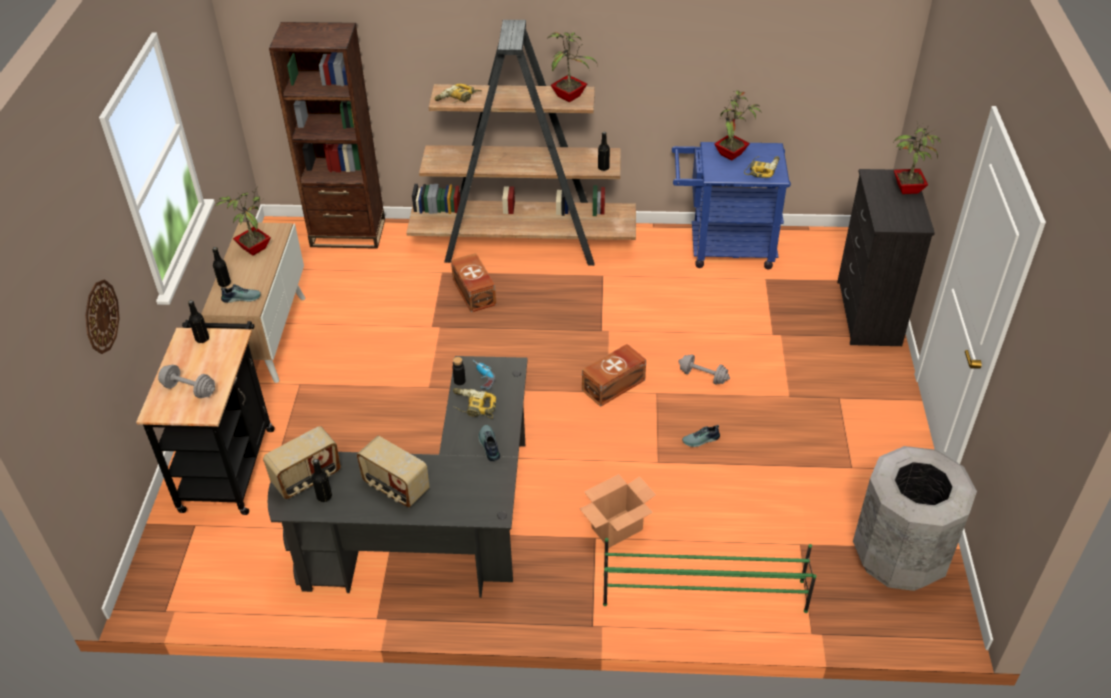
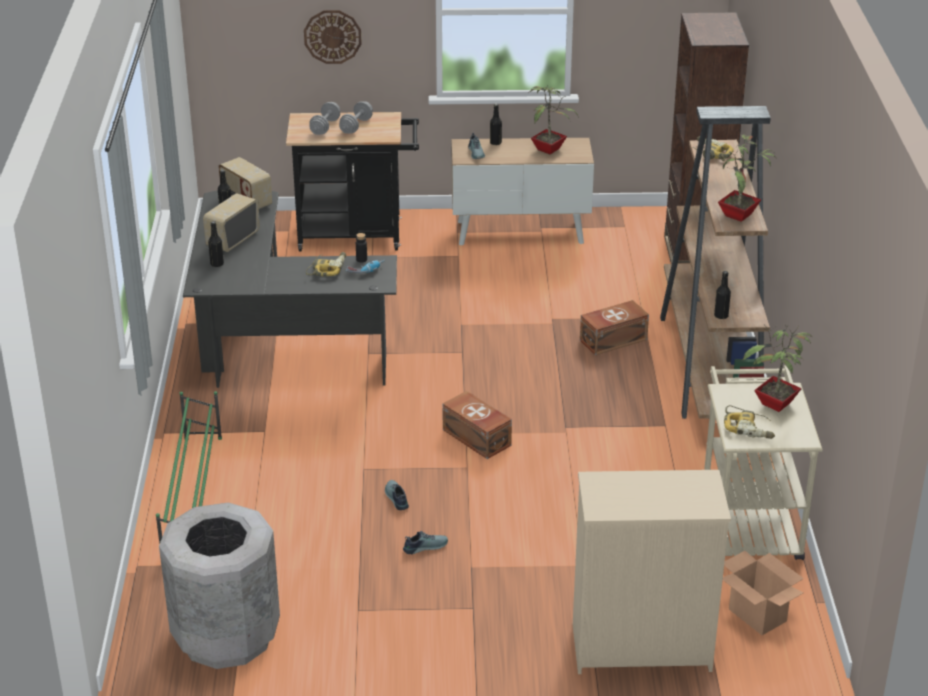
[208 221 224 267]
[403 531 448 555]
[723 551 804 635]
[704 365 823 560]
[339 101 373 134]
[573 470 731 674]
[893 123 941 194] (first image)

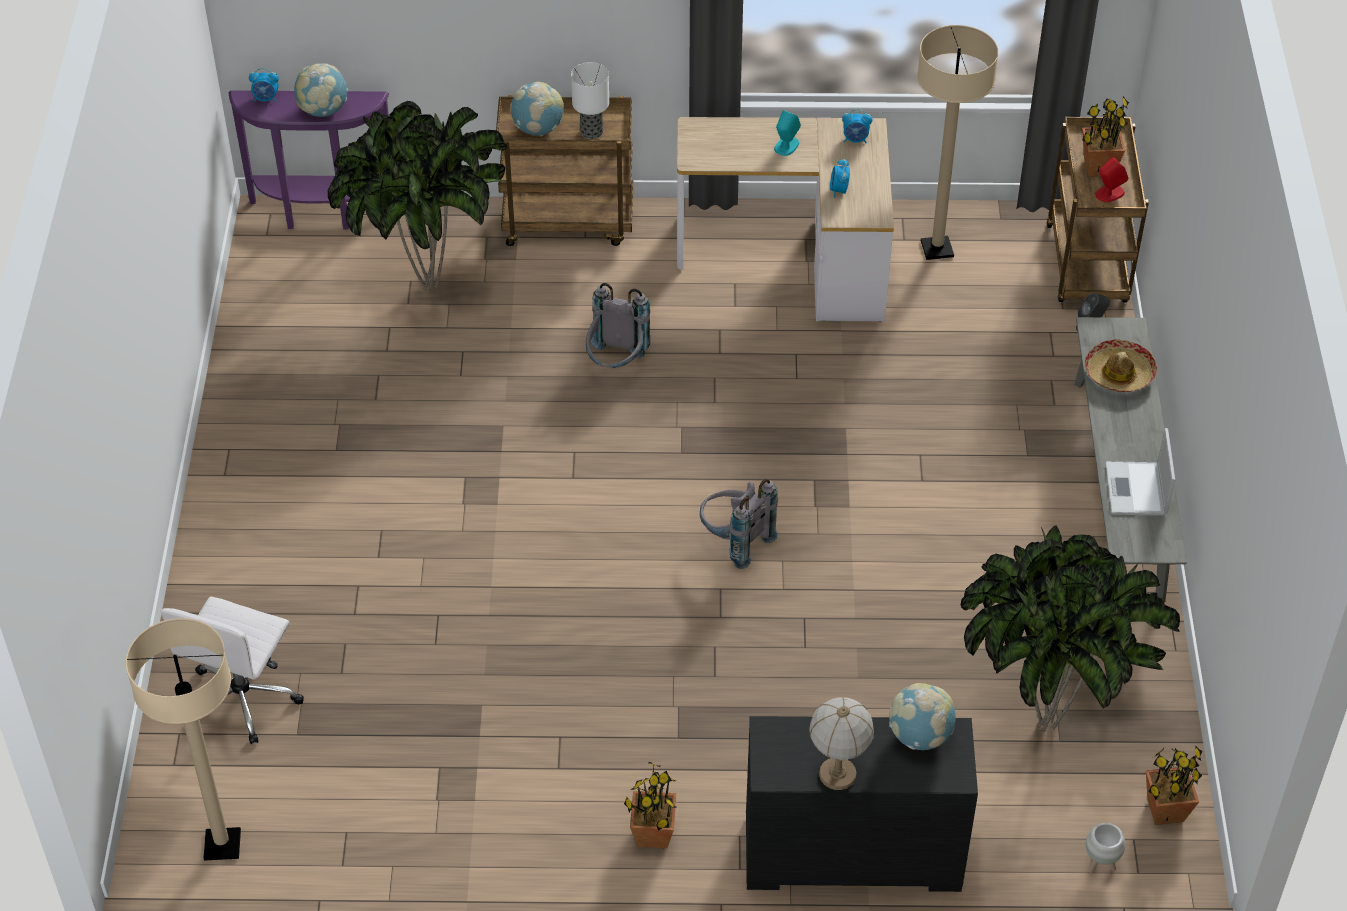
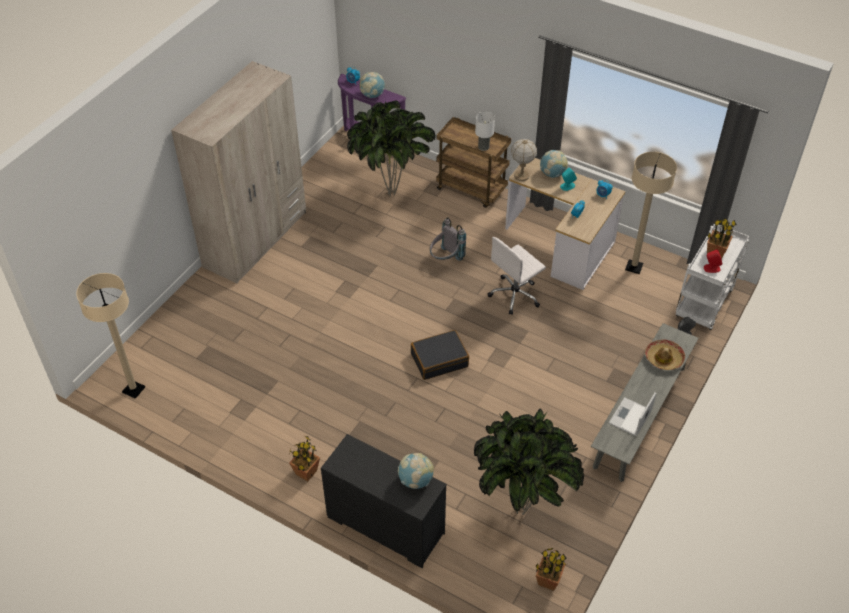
[487 237 546 315]
[540 150 568 178]
[411 330 469 380]
[511 139 537 181]
[676 224 749 330]
[1086 823 1125 873] (first image)
[171 61 306 284]

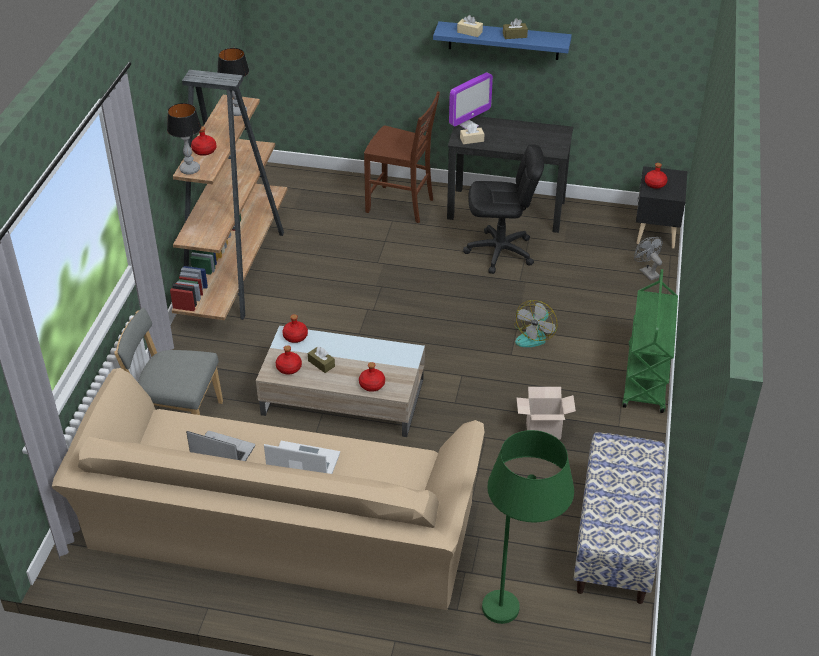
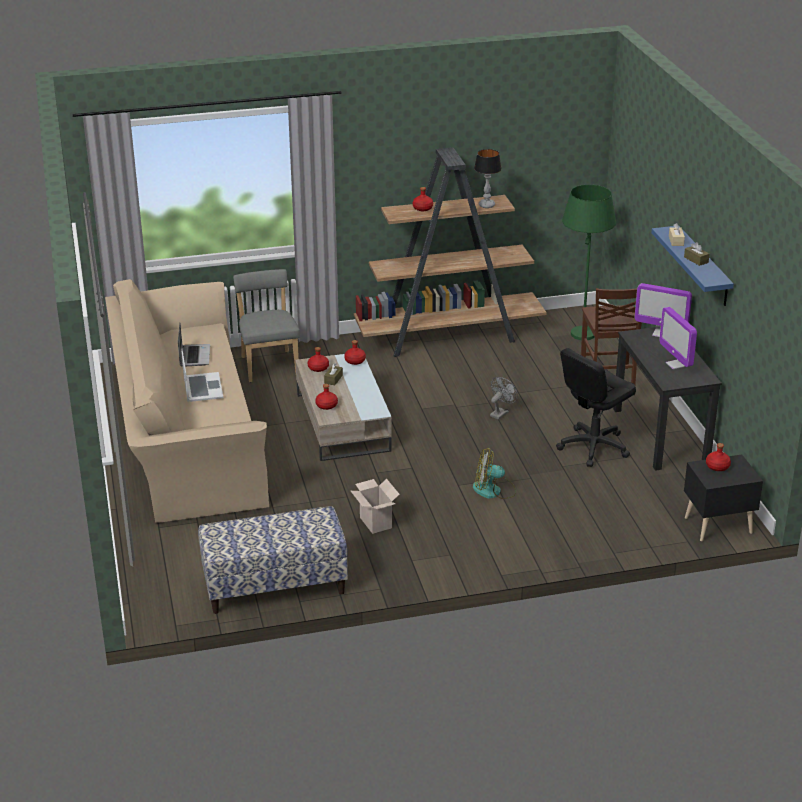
[167 103 201 175] (first image)
[460 123 484 144] (first image)
[556 348 636 467]
[562 185 616 340]
[622 269 678 413] (first image)
[490 377 518 420]
[659 307 697 369]

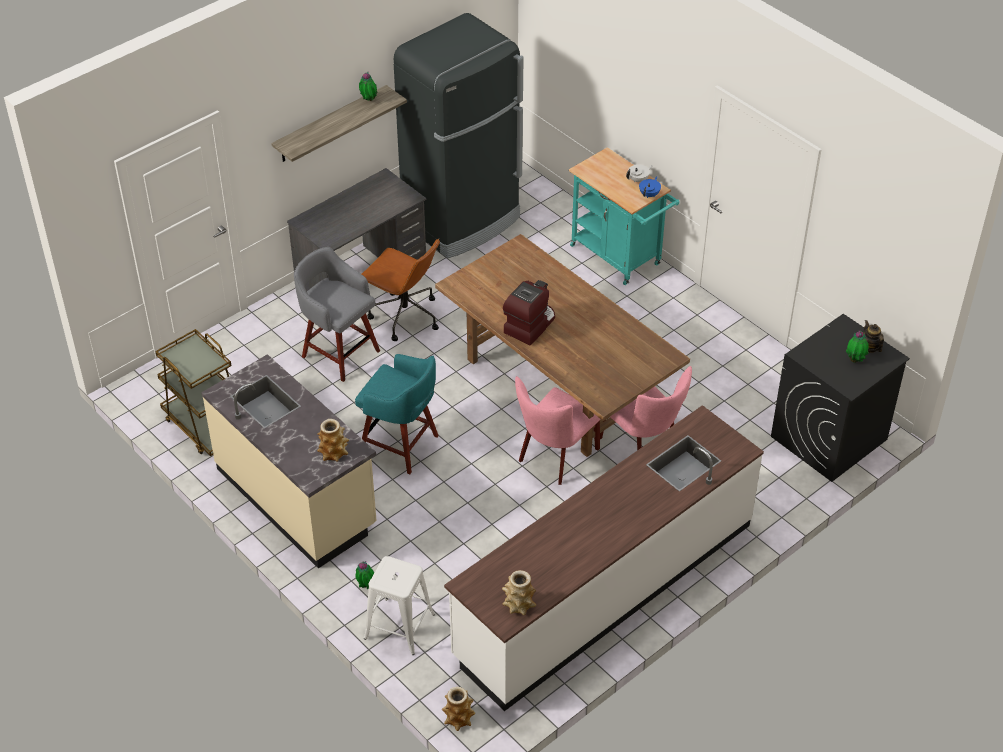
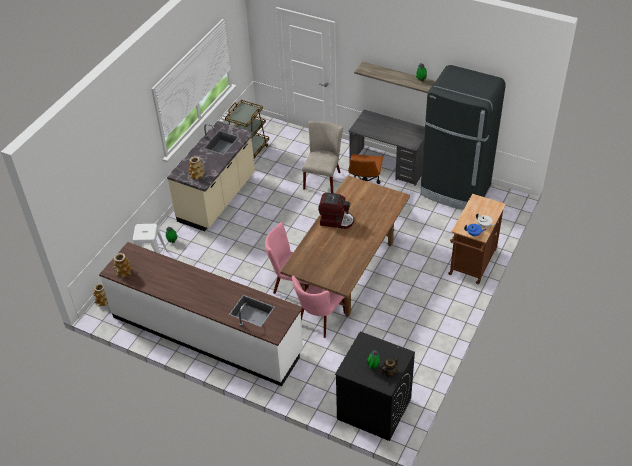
[302 121 343 193]
[355 354 439 474] (first image)
[448 194 506 284]

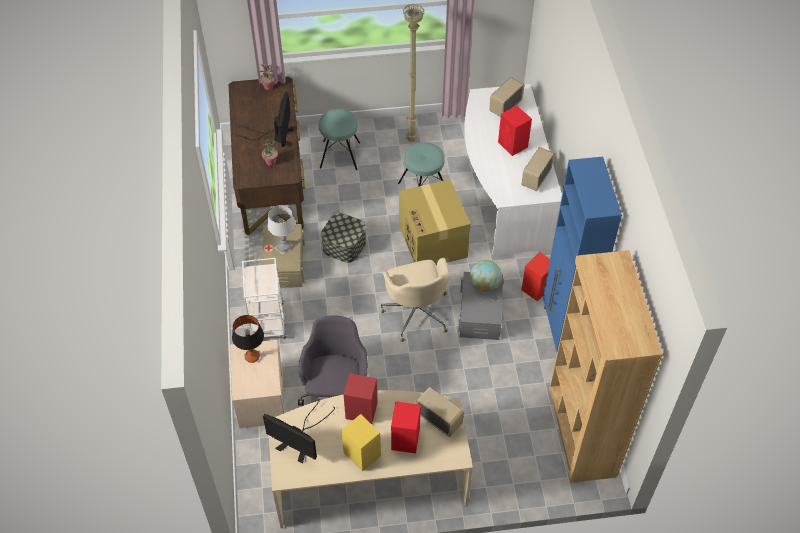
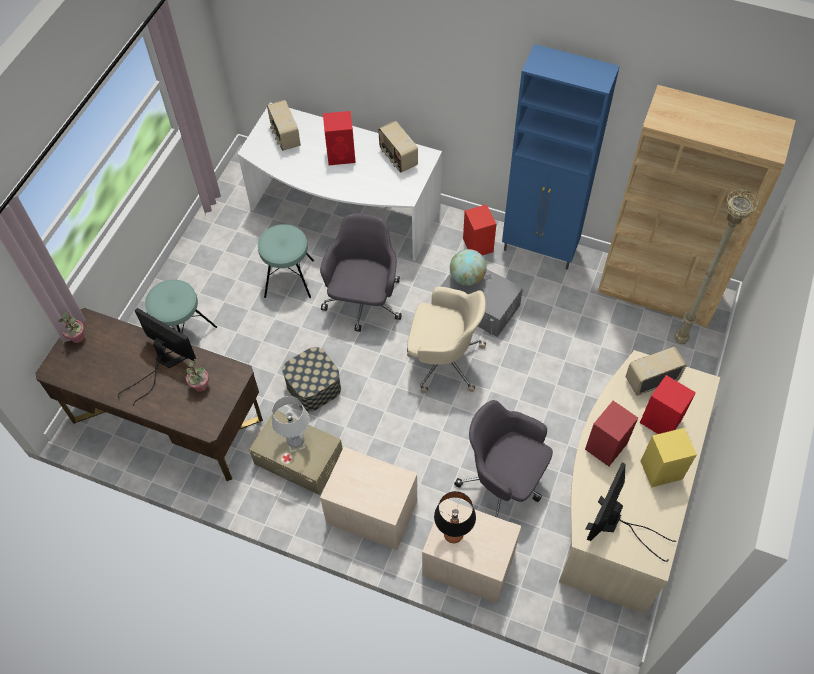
[320 447 417 550]
[586 463 676 562]
[320 213 402 332]
[674 189 758 344]

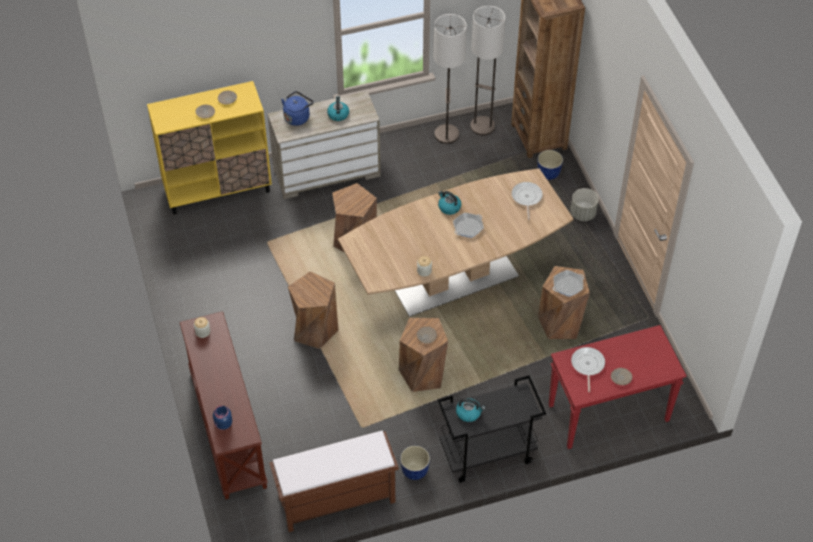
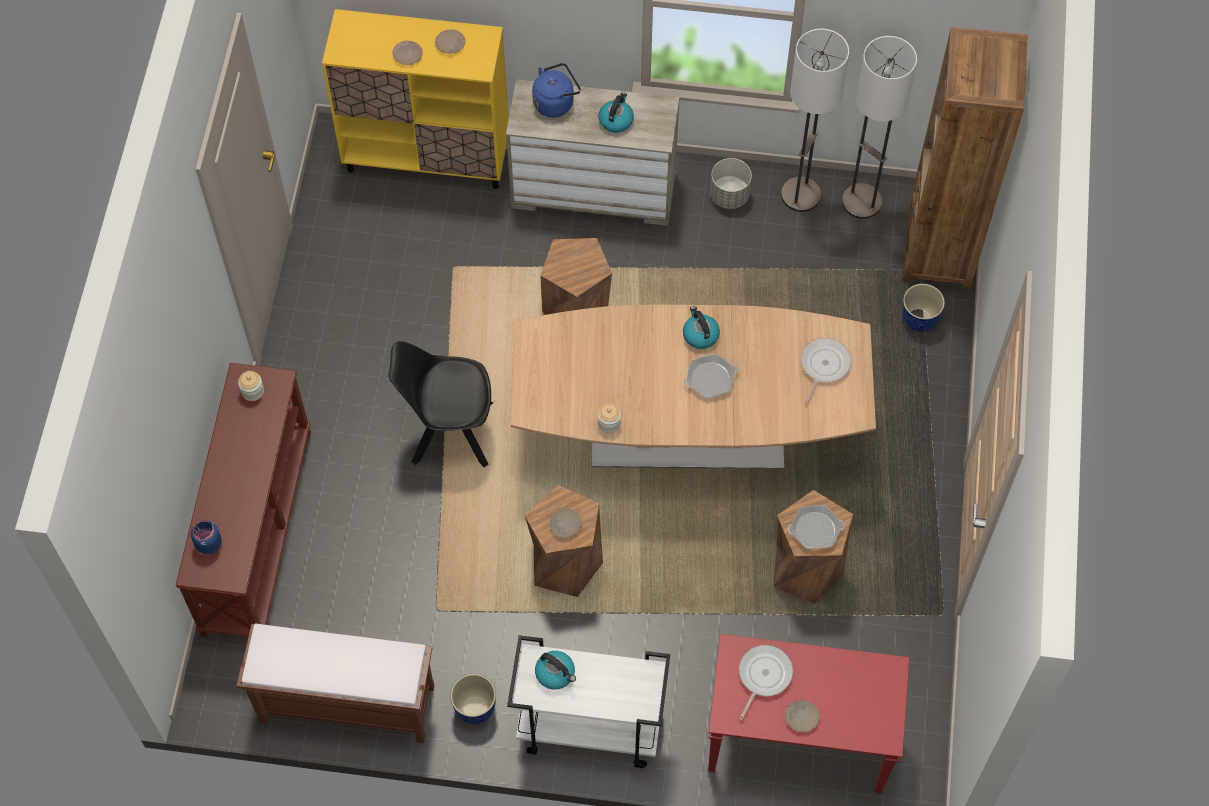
[389 341 493 467]
[507 635 670 768]
[710 158 752 209]

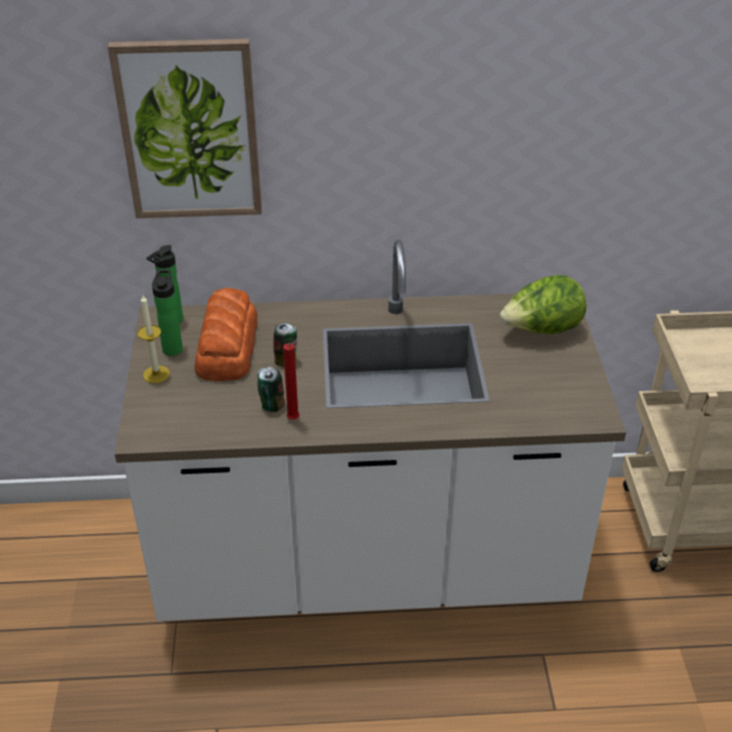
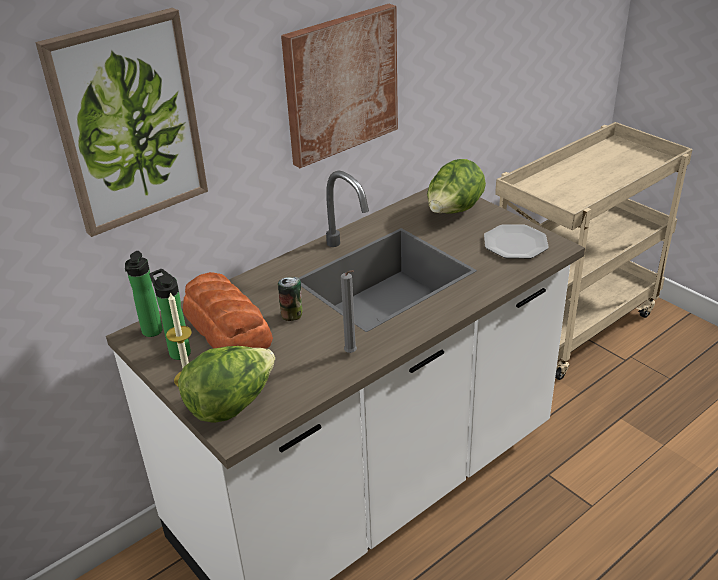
[257 367 285 412] (first image)
[341 270 357 353]
[178 346 275 423]
[281 4 398 168]
[484 225 549 259]

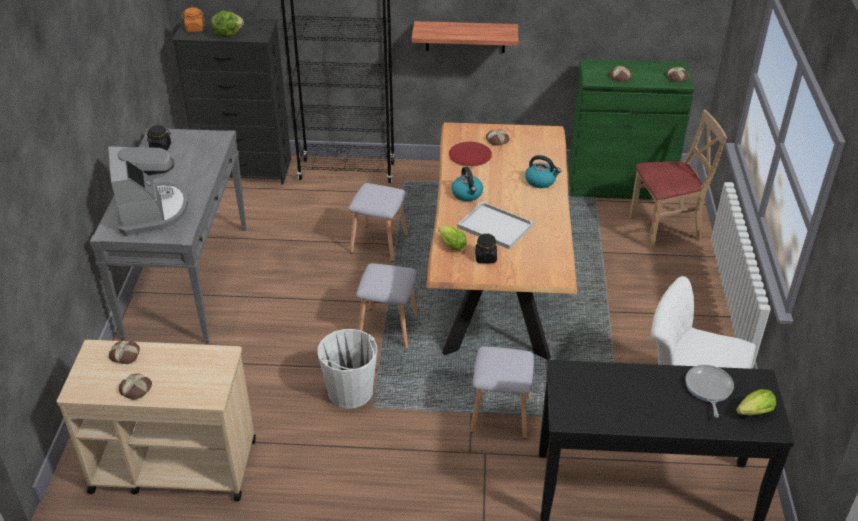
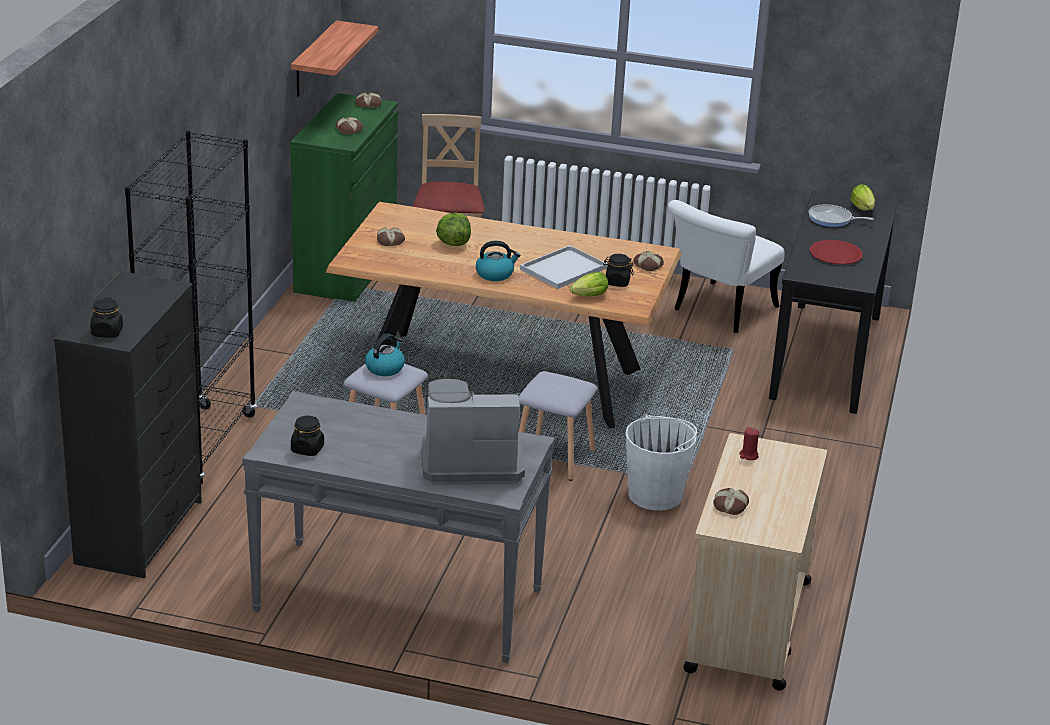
[633 251 664 271]
[90 297 123 338]
[436 213 471 246]
[291 20 378 97]
[809 240 863 264]
[470 346 534 439] (first image)
[365 334 405 376]
[739 427 759 460]

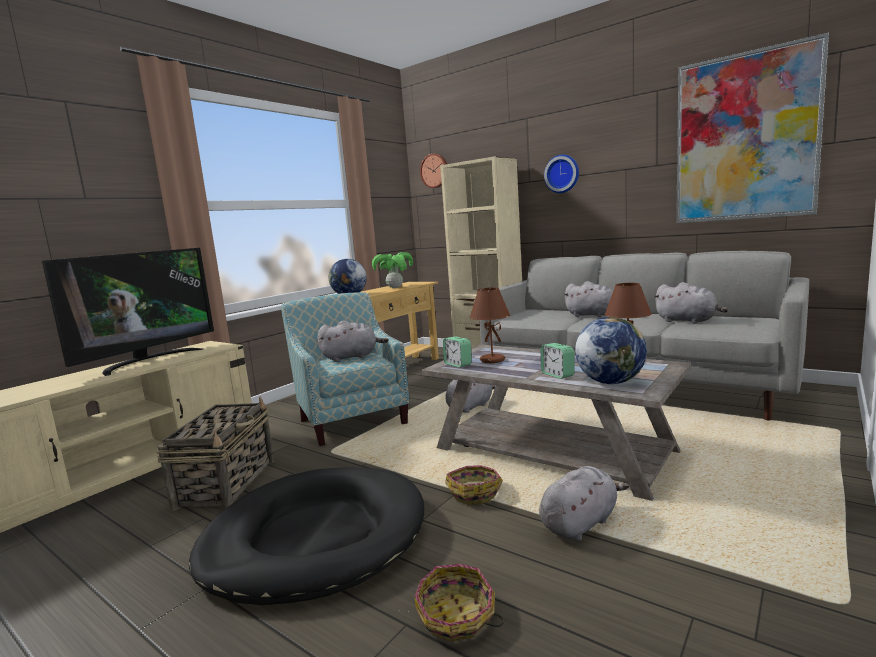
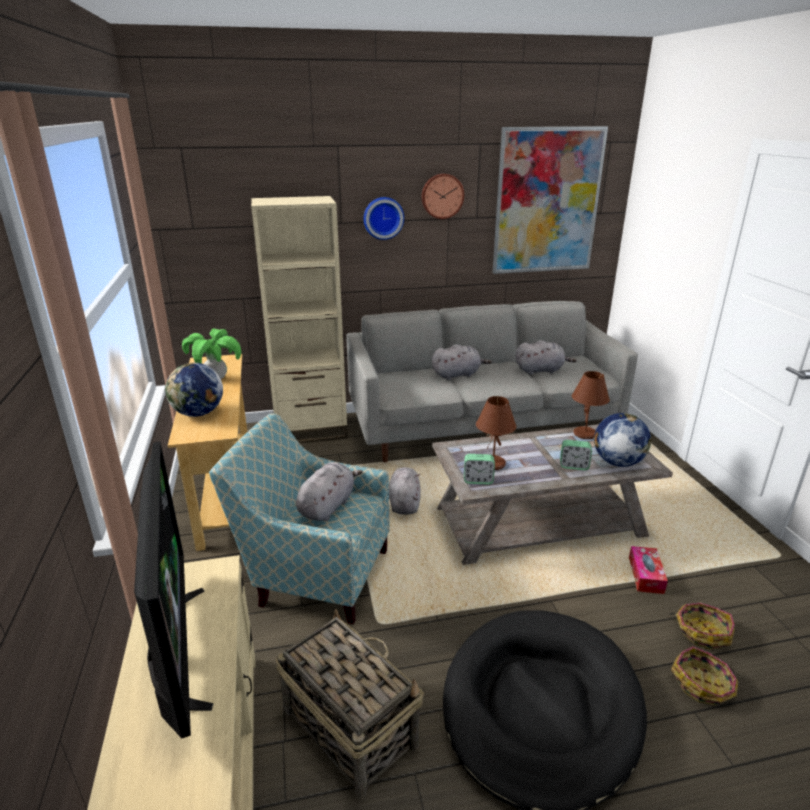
[422 173 464 219]
[669 603 735 650]
[629 546 668 594]

